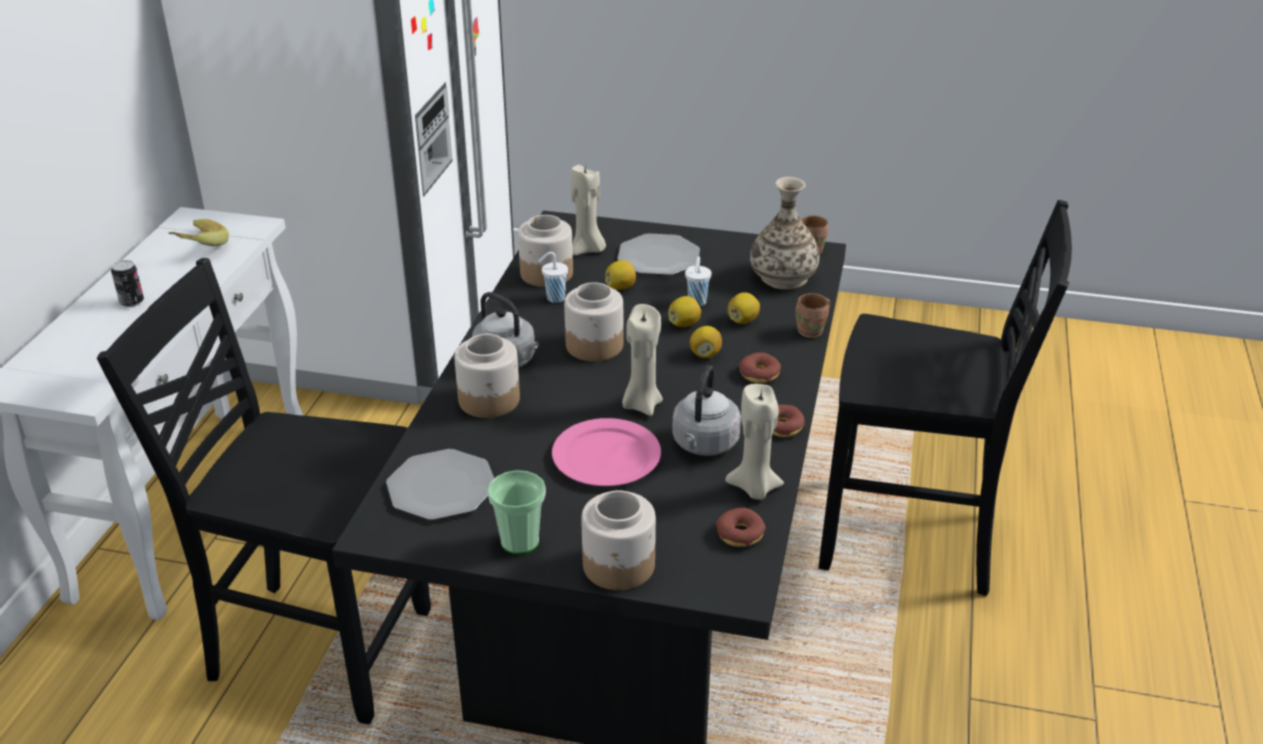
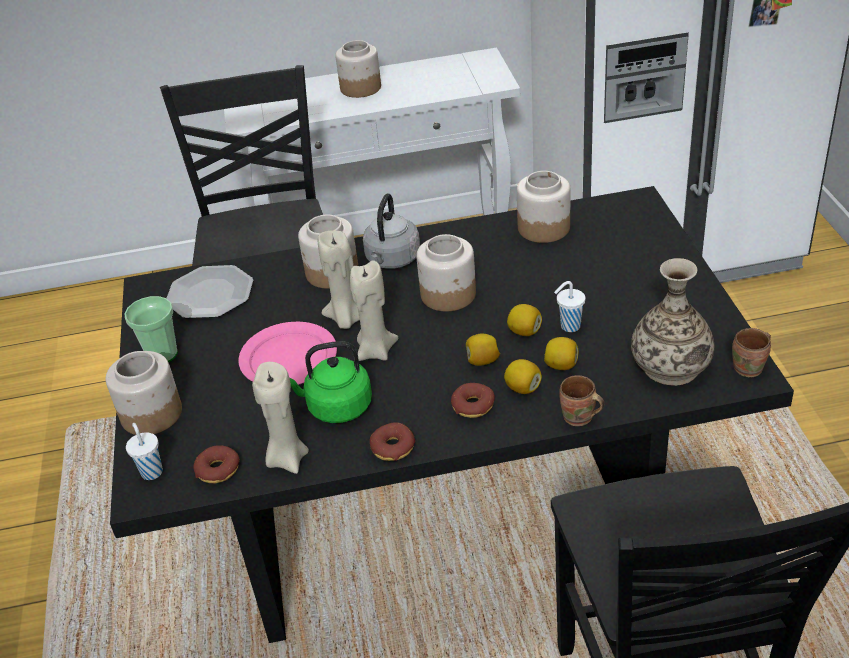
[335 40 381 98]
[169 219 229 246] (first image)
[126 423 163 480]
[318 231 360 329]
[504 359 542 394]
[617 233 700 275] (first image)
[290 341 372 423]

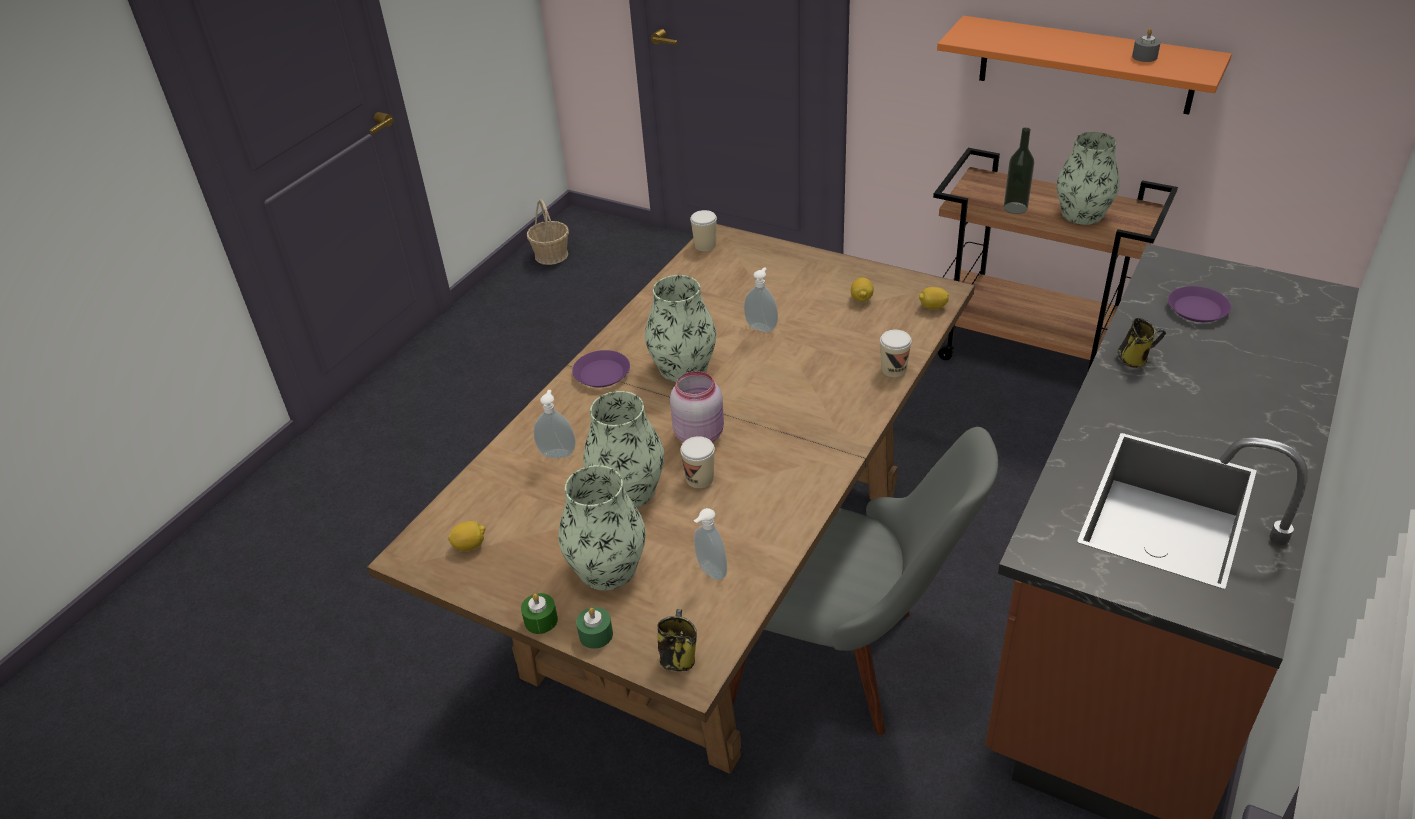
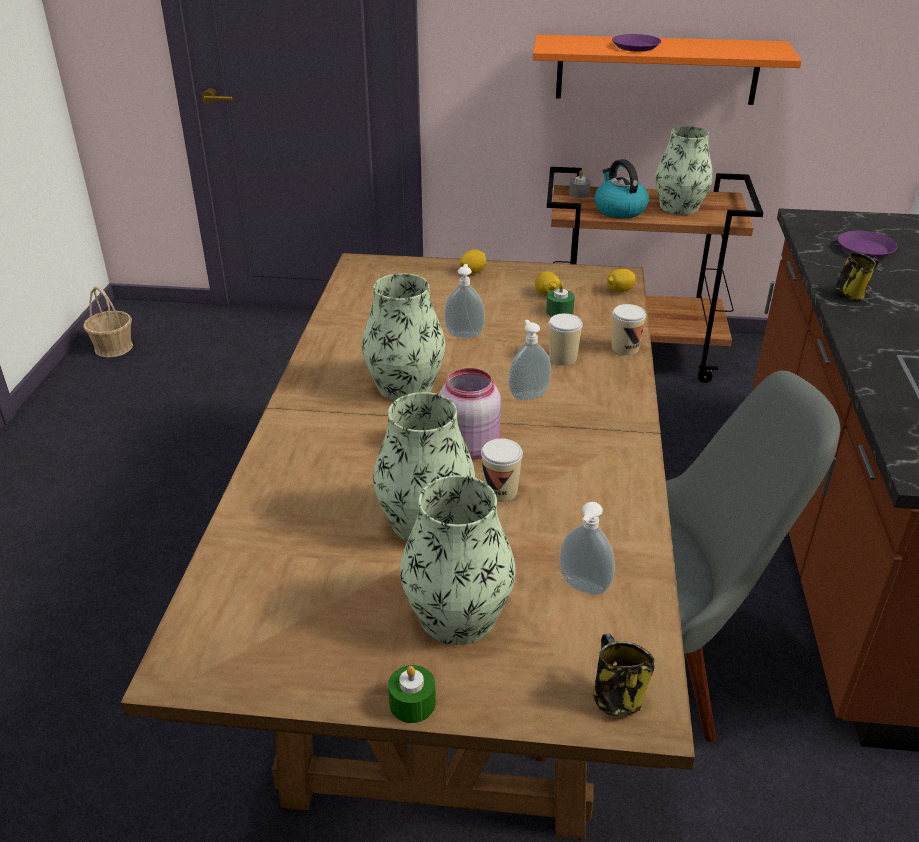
[460 249 486 274]
[508 320 551 400]
[612 34 661 52]
[546 282 575 317]
[548 314 583 366]
[594 159 649 219]
[569 170 591 198]

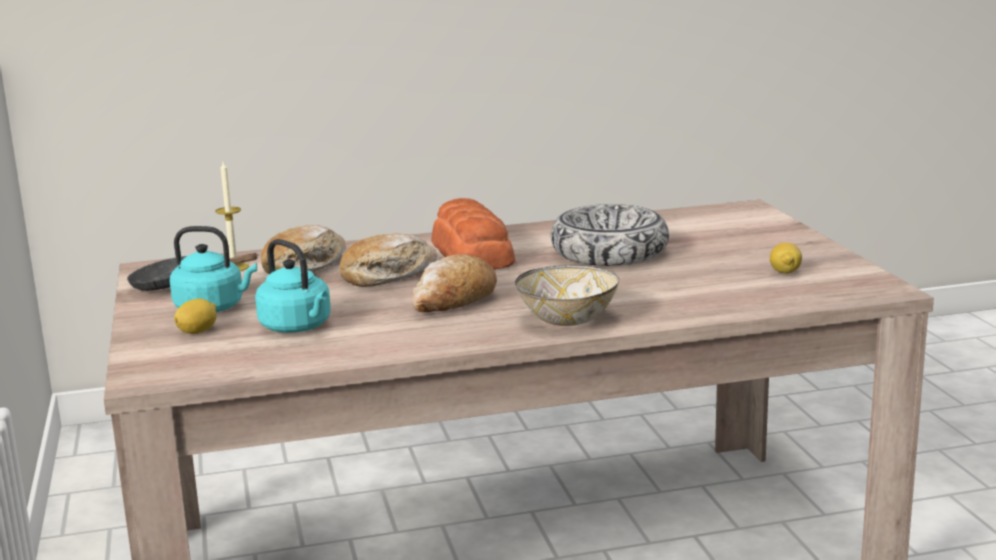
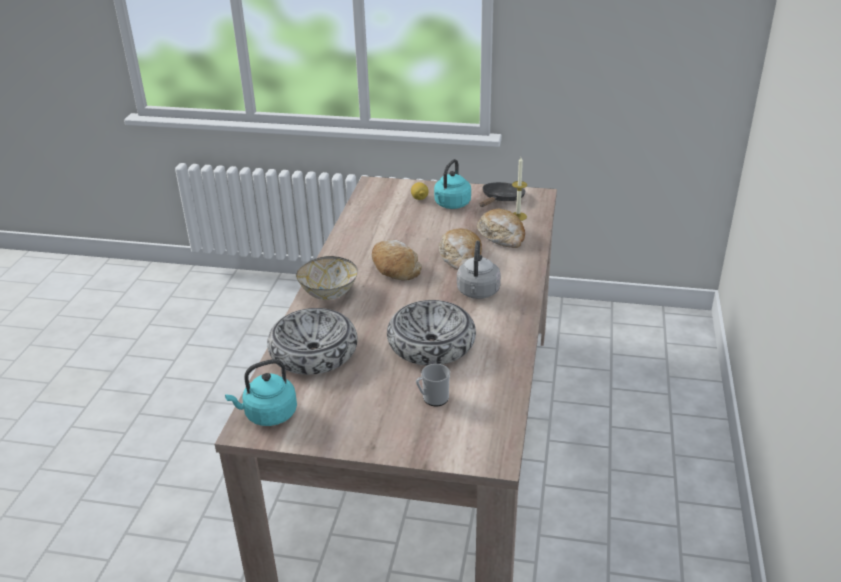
[225 359 297 426]
[457 241 501 299]
[770 243 802 274] (first image)
[267 308 358 375]
[416 364 450 406]

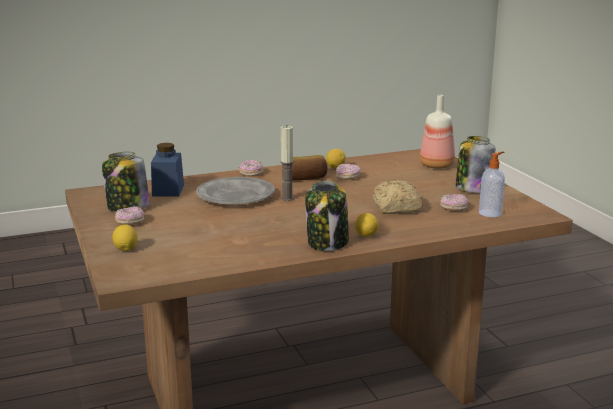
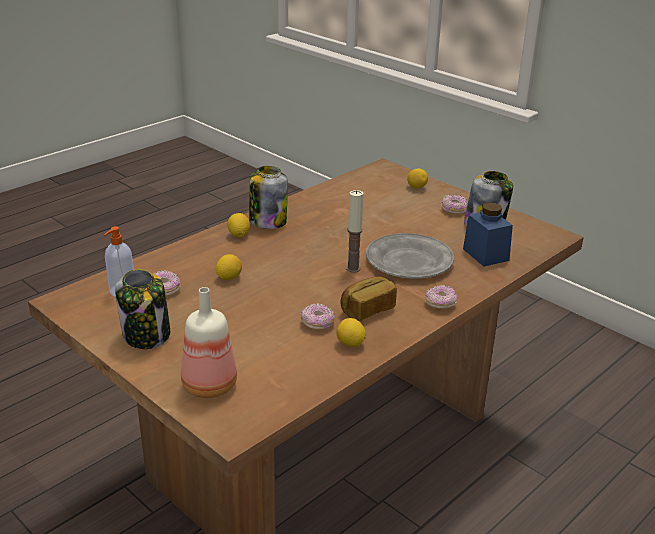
[216 254 242 280]

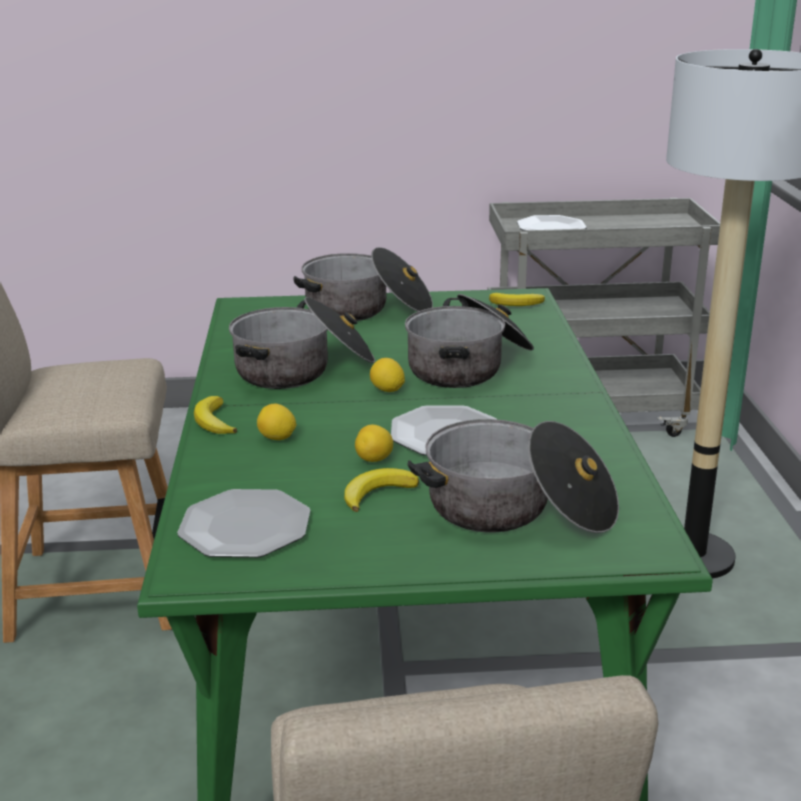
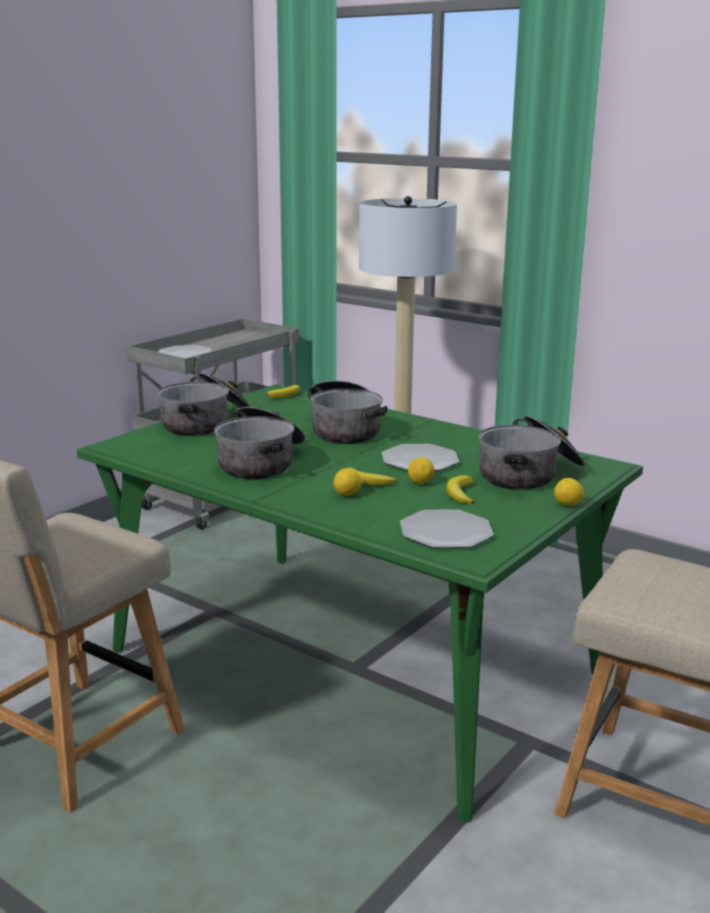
[348 468 397 486]
[554 478 584 506]

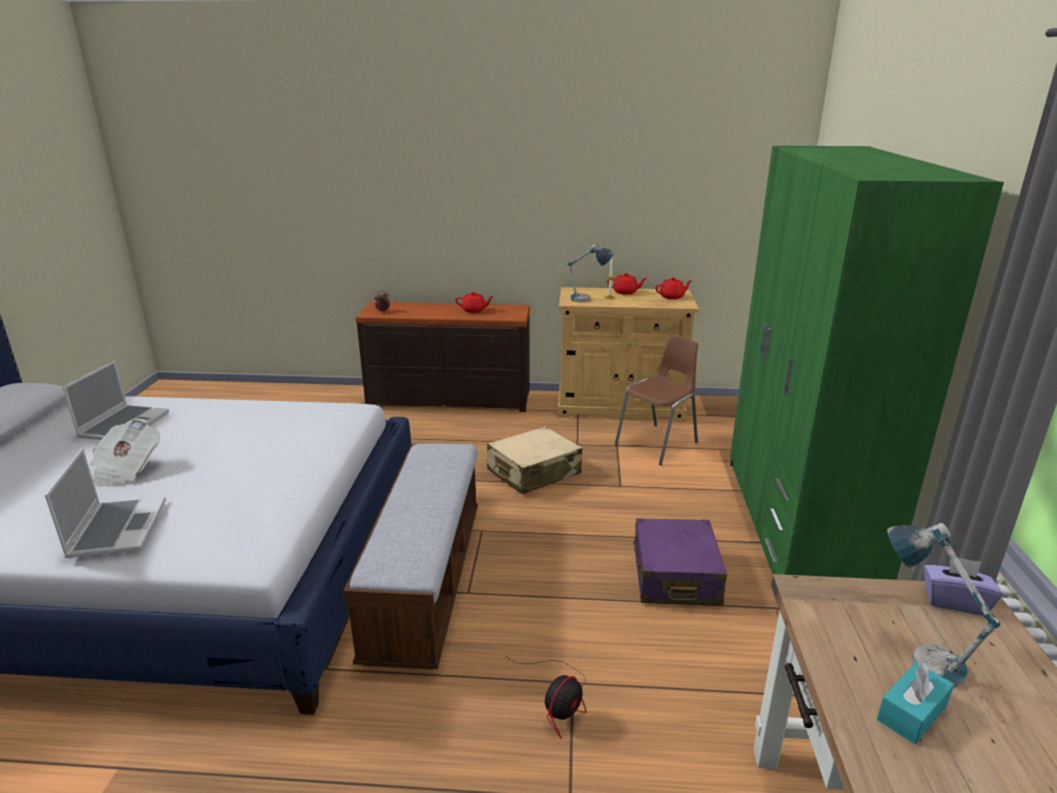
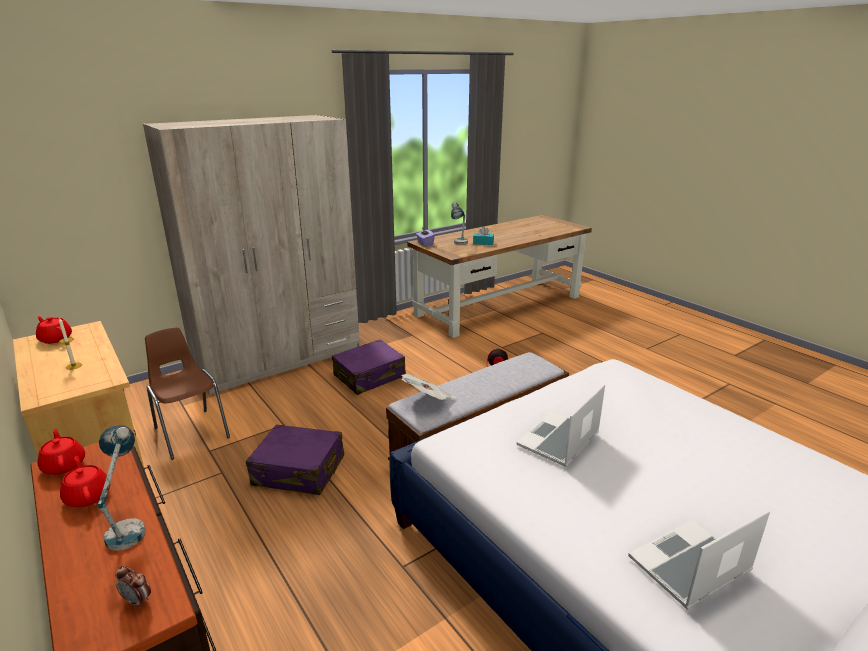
[517 384 605 467]
[401 374 456 400]
[246 425 344 495]
[98 425 145 551]
[38 429 85 475]
[145 328 230 460]
[143 115 360 395]

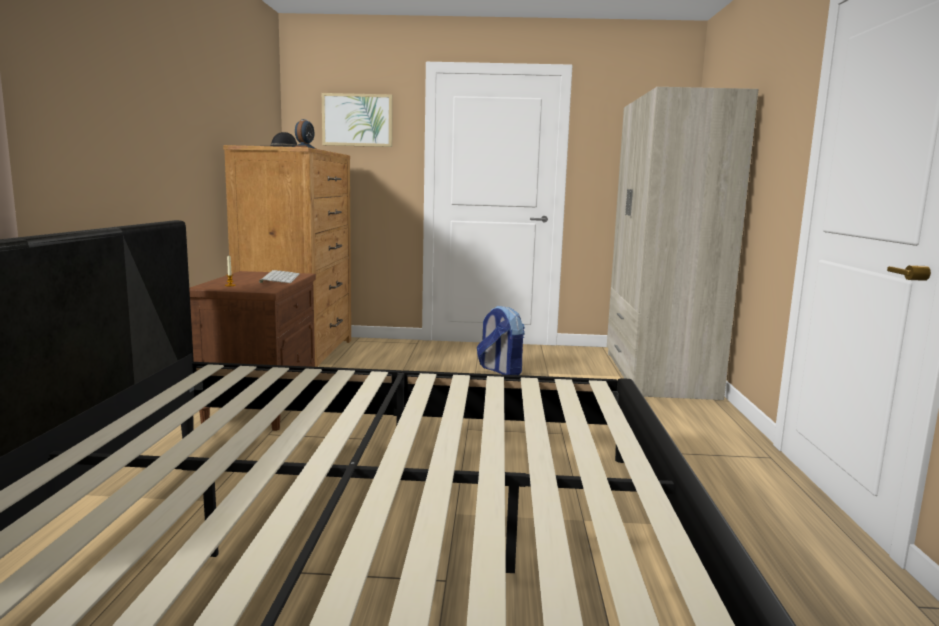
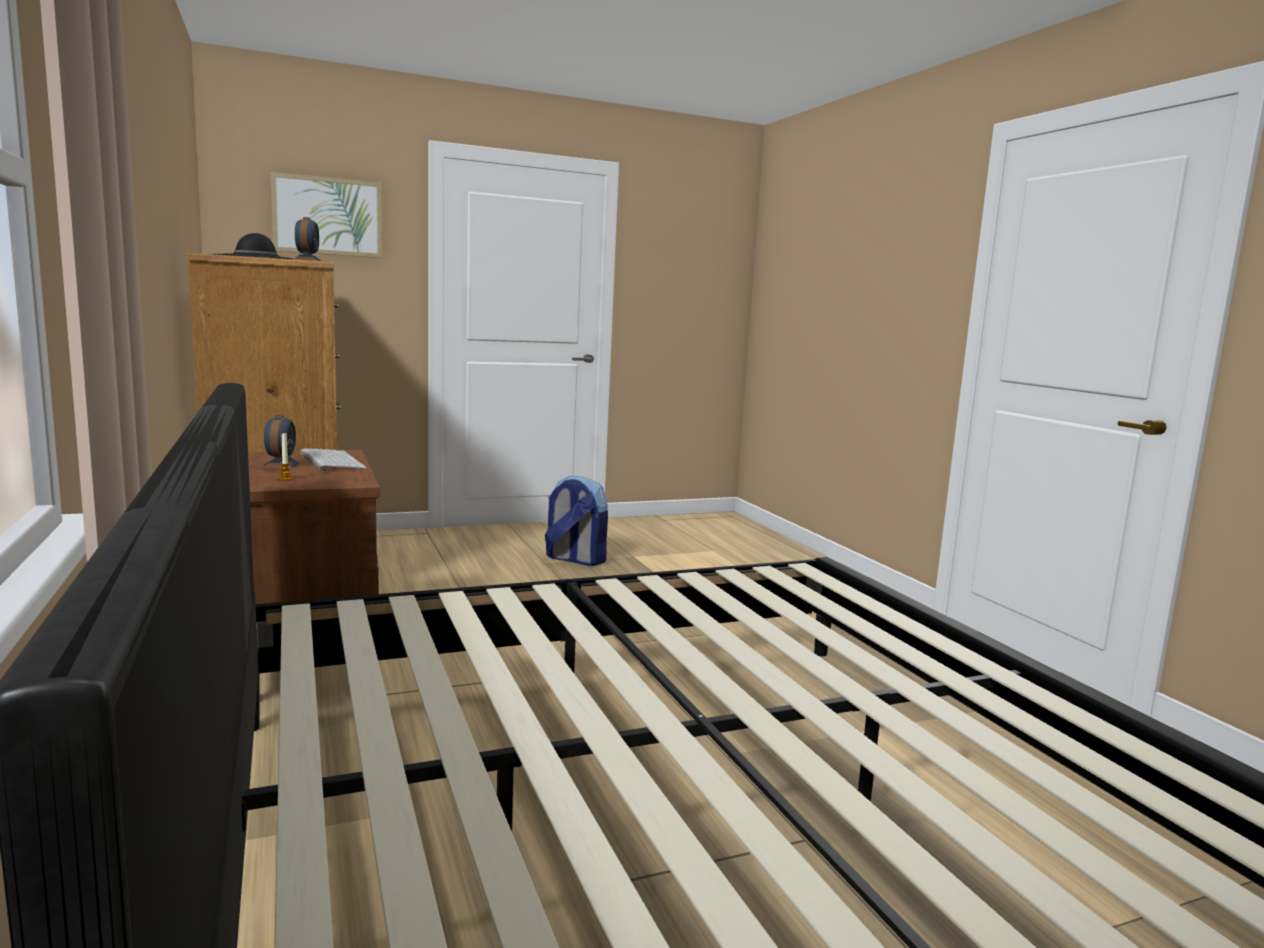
[607 87 759 400] (first image)
[261 415 300 469]

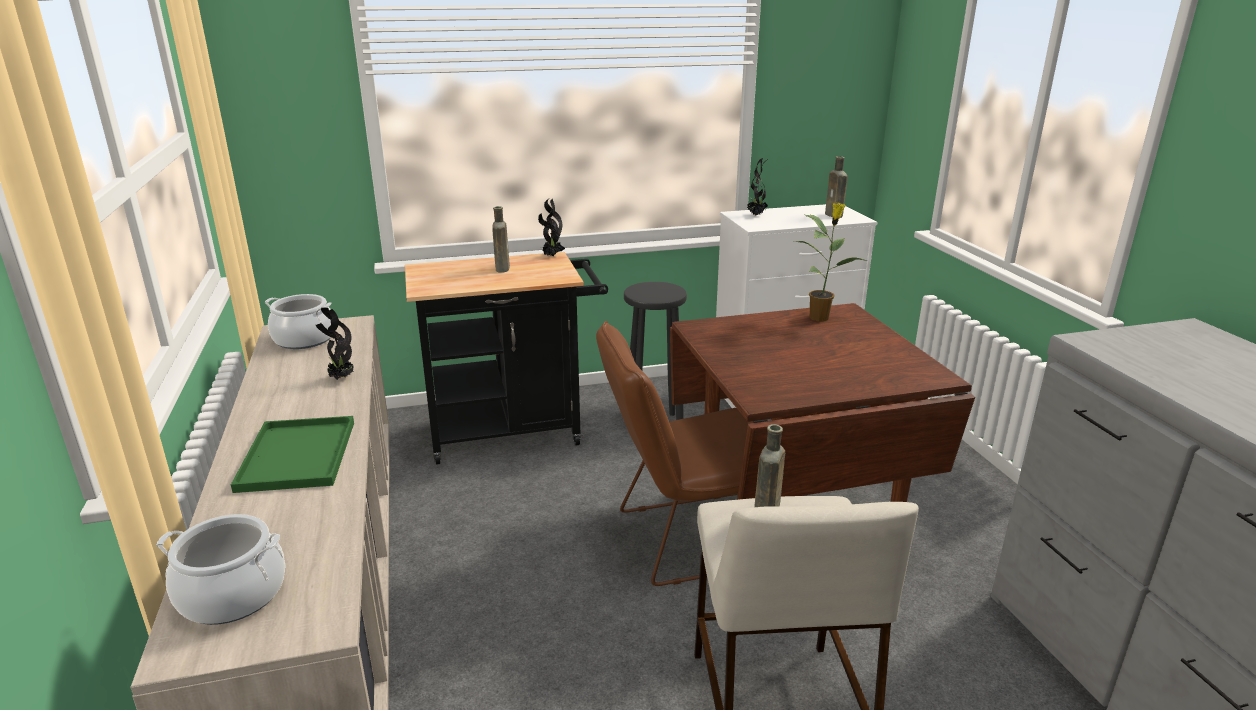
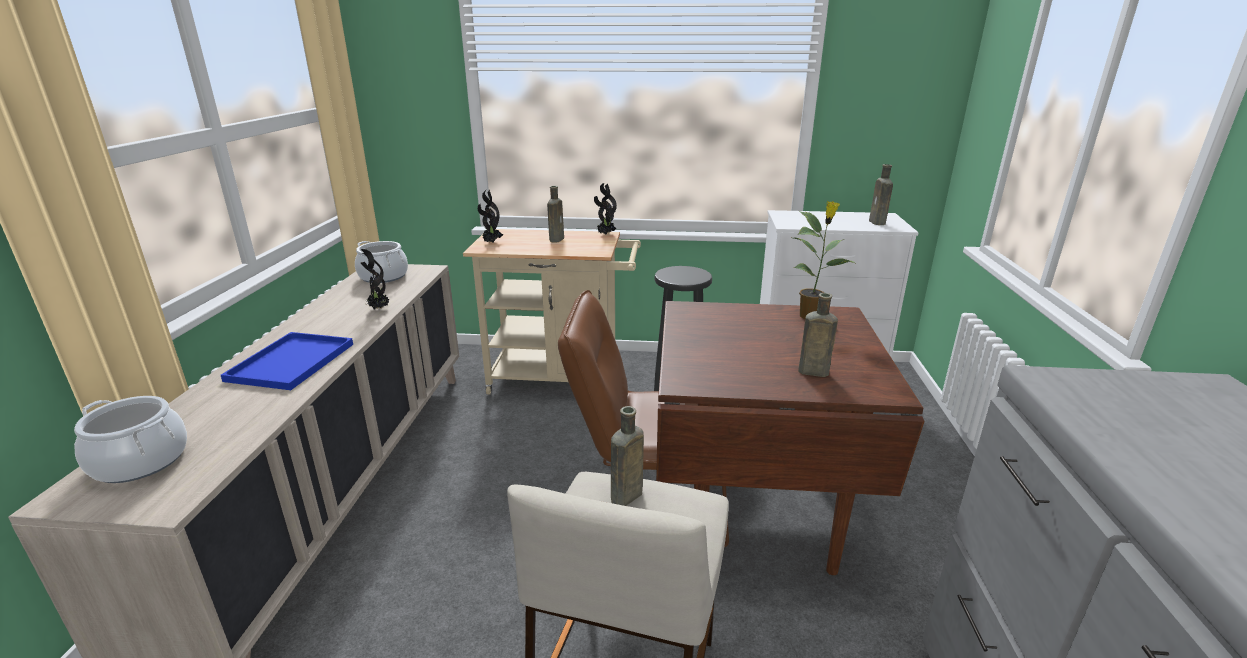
[221 332 353 390]
[463 229 641 394]
[478 190 503 242]
[798 293 838 377]

